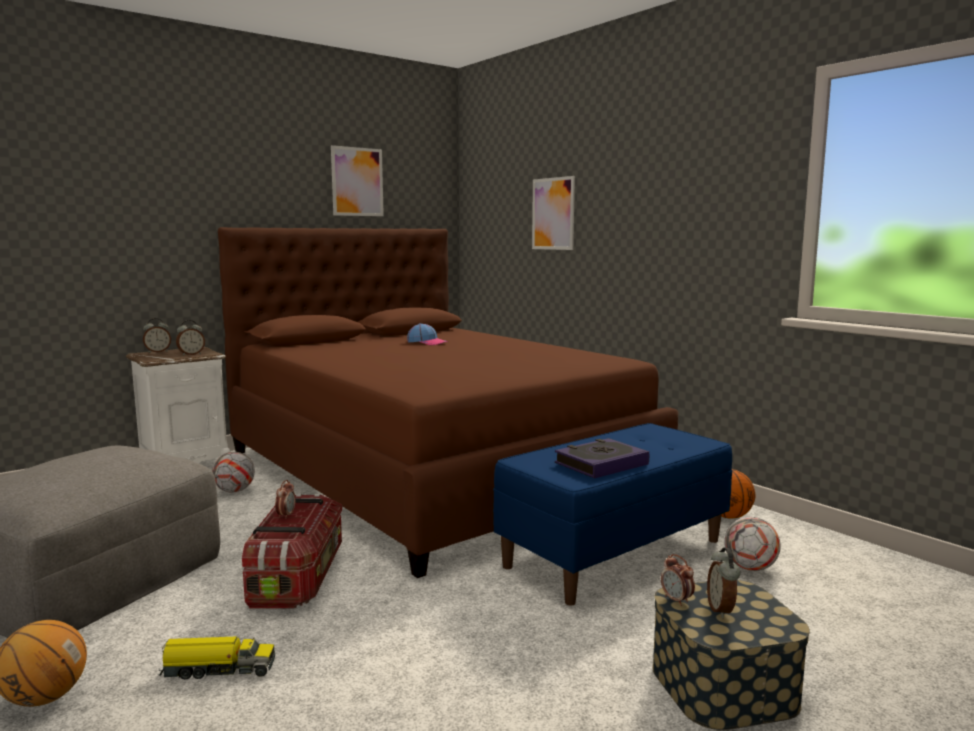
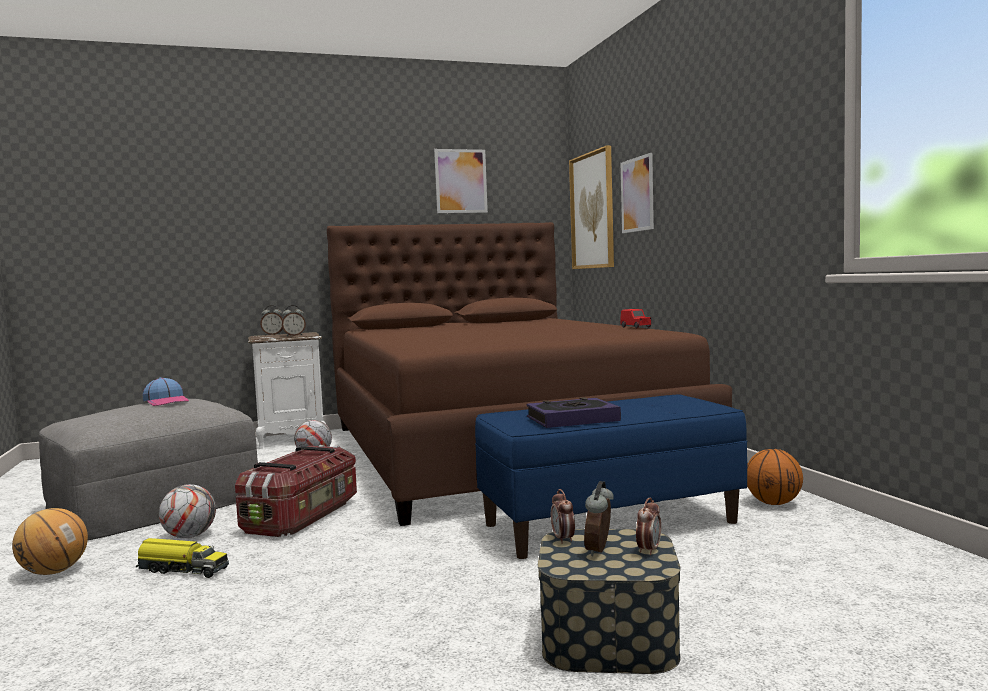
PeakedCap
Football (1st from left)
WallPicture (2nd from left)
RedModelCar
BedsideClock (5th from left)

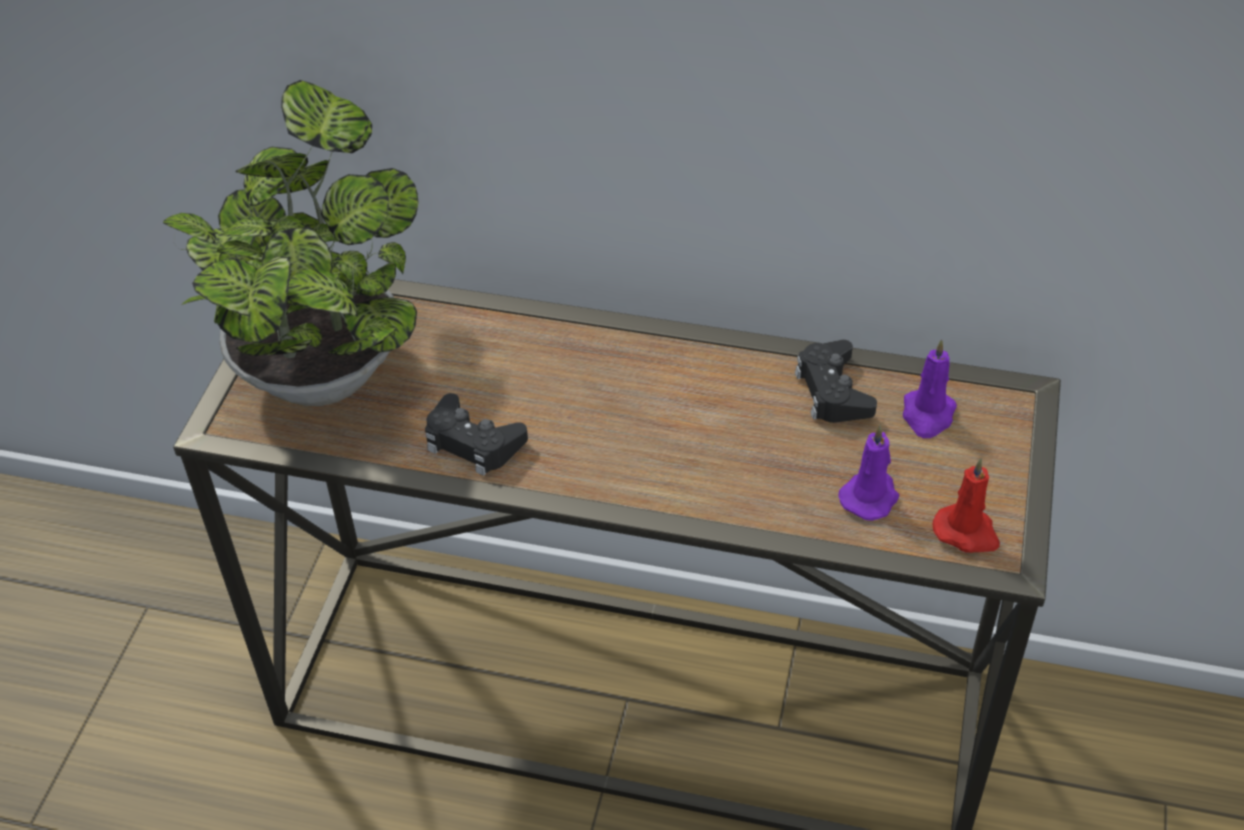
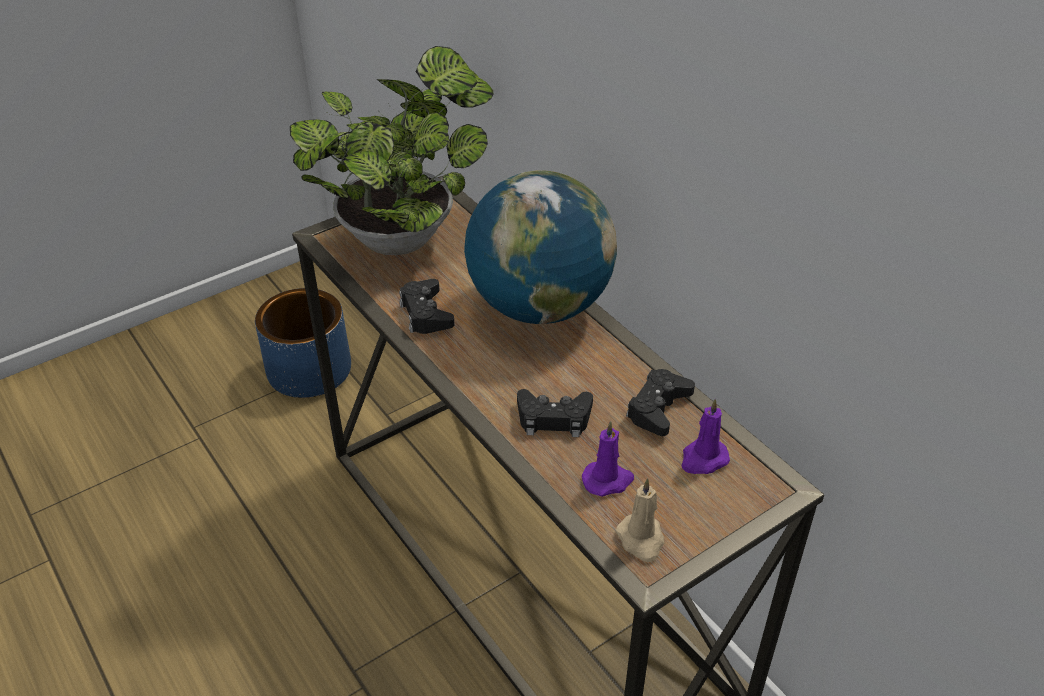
BluePlanter
WorldGlobe
BlackishGamepad (2nd from left)
BeigeColouredWaxCandle

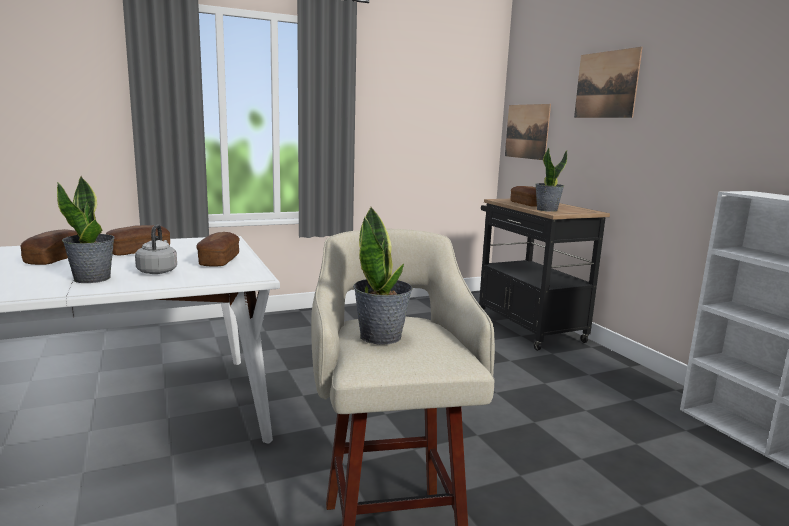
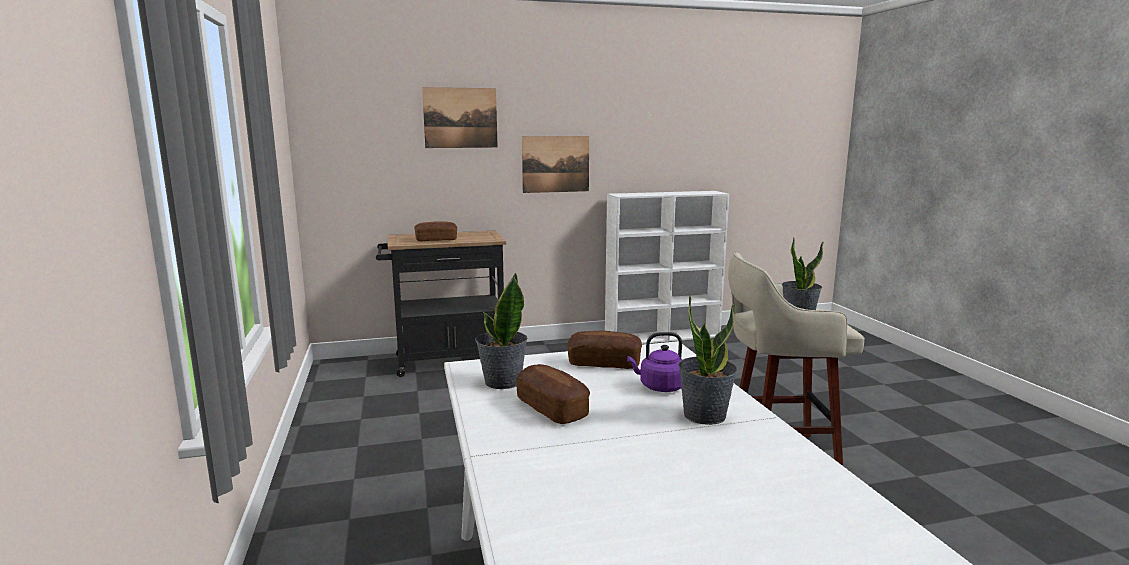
PottedPlant (1st from left)
WallPicture (2nd from left)
PurpleColouredKettle
BakedBread (1st from left in the first image)

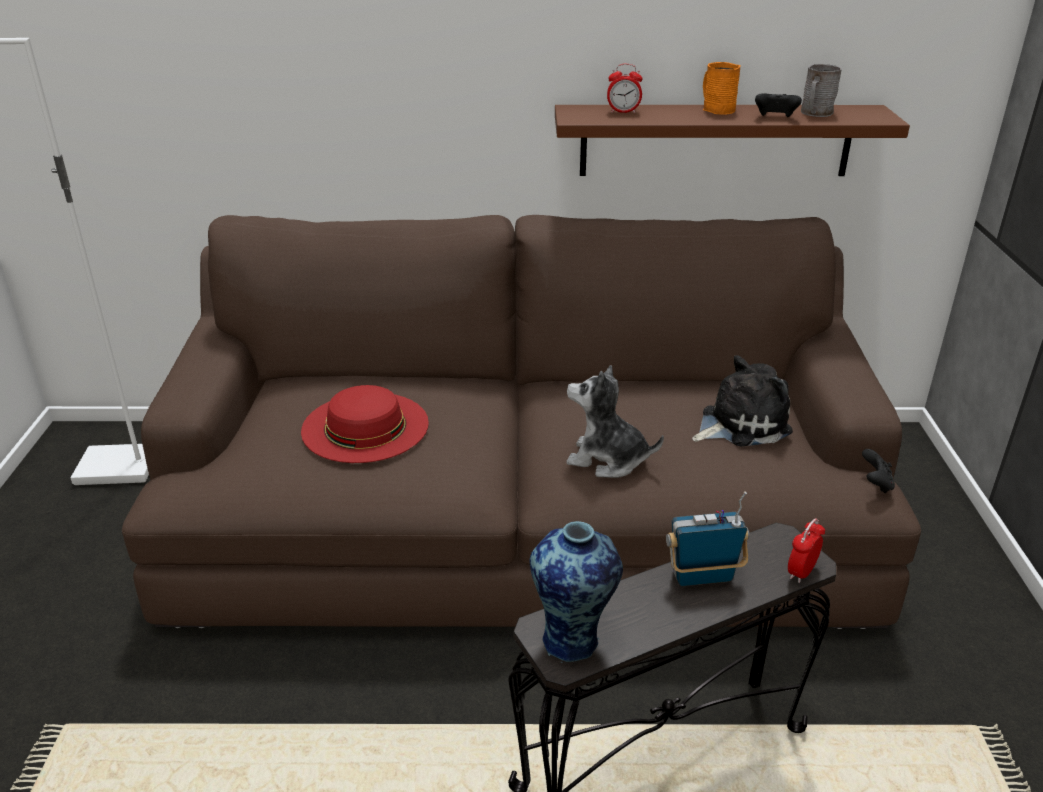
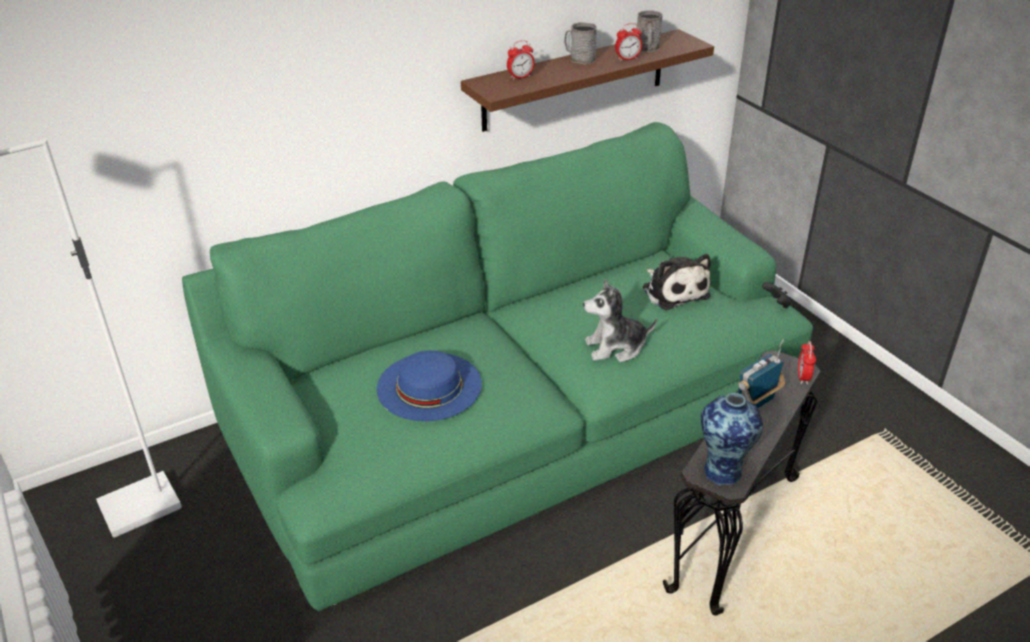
GreenishSettee
BlueWearableHat
GreyTeaMug (1st from left)
BedsideClock (2nd from left)
PlushToy (2nd from left)

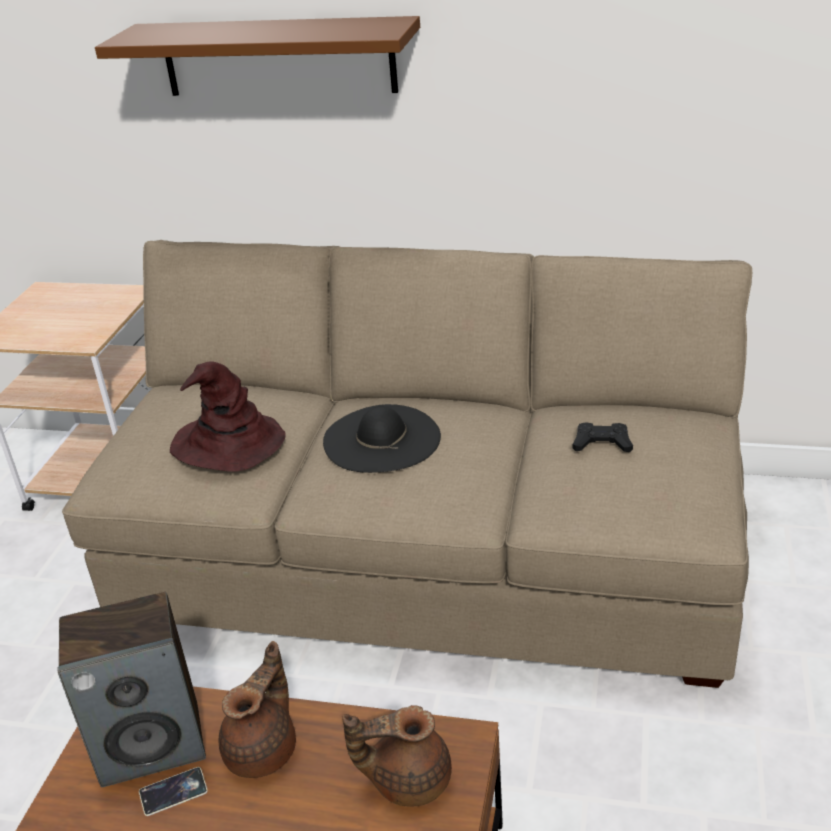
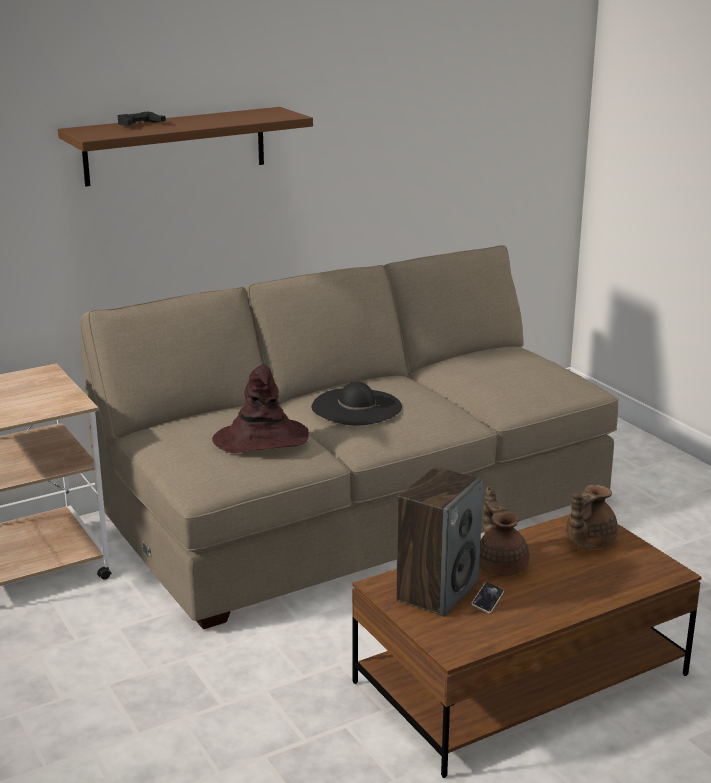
BlackishGamepad

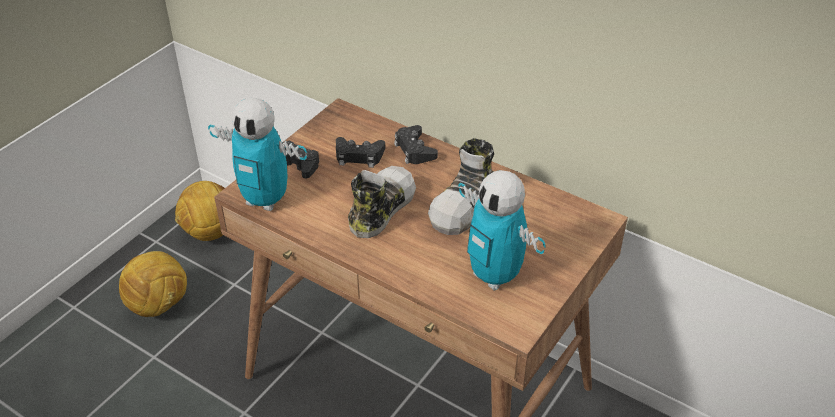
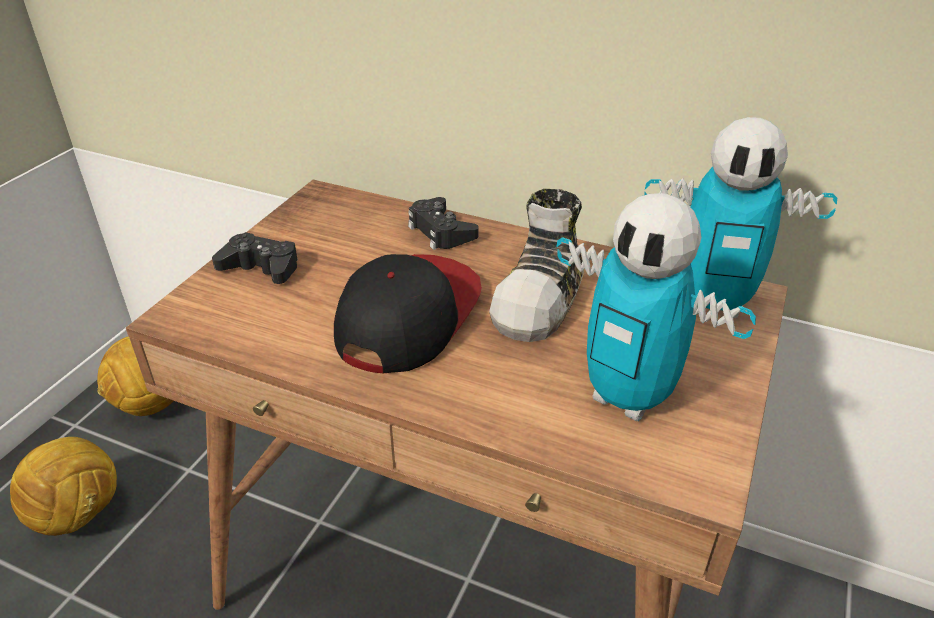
PeakedCap
RobotFigure (2nd from left)
BlackishGamepad (2nd from left in the first image)

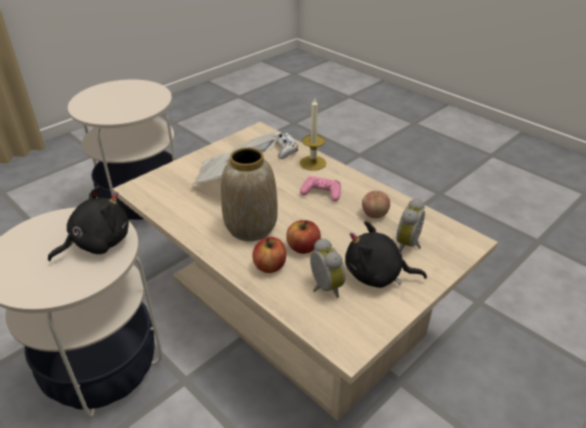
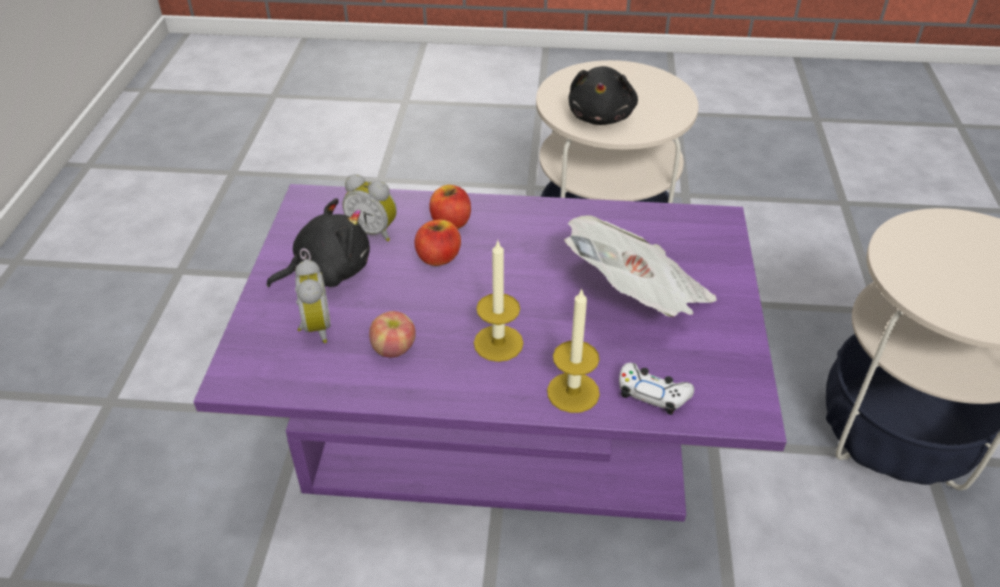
PurpleColouredCoffeeTable
WaxCandle (1st from left)
DecorativeVase

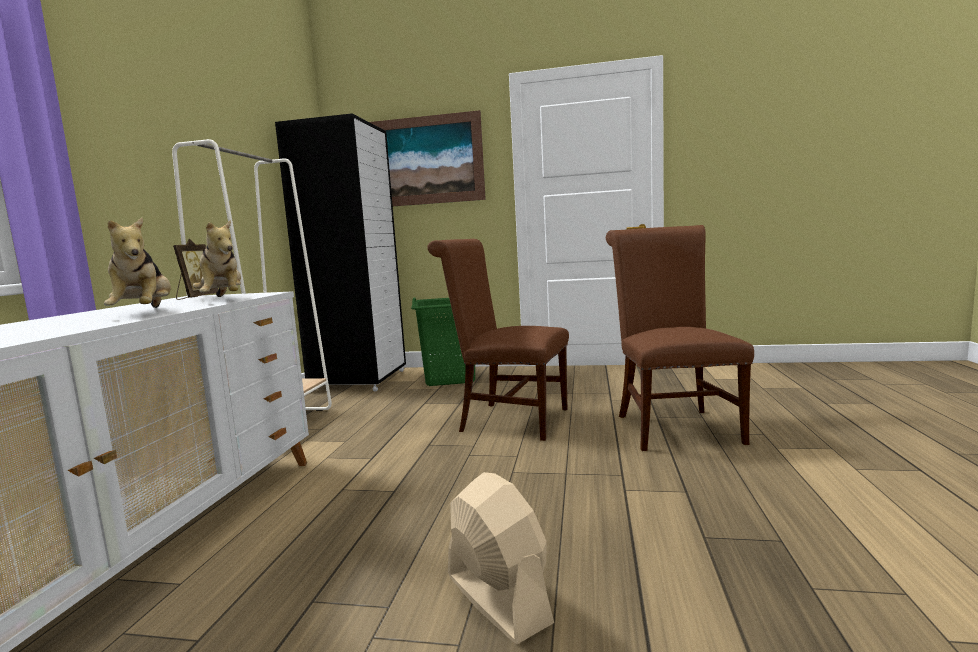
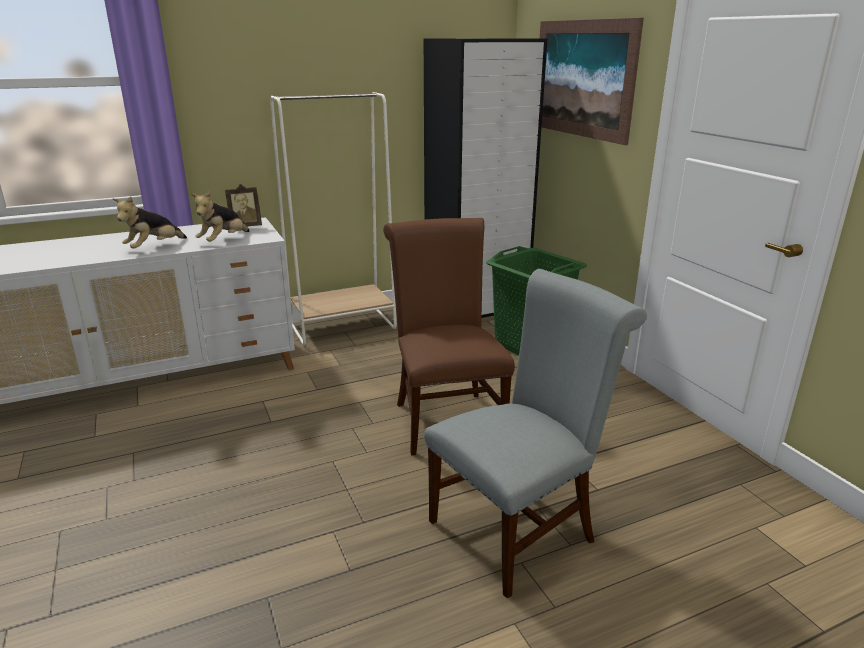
GreyPlainChair
BeigeColouredElectricFan

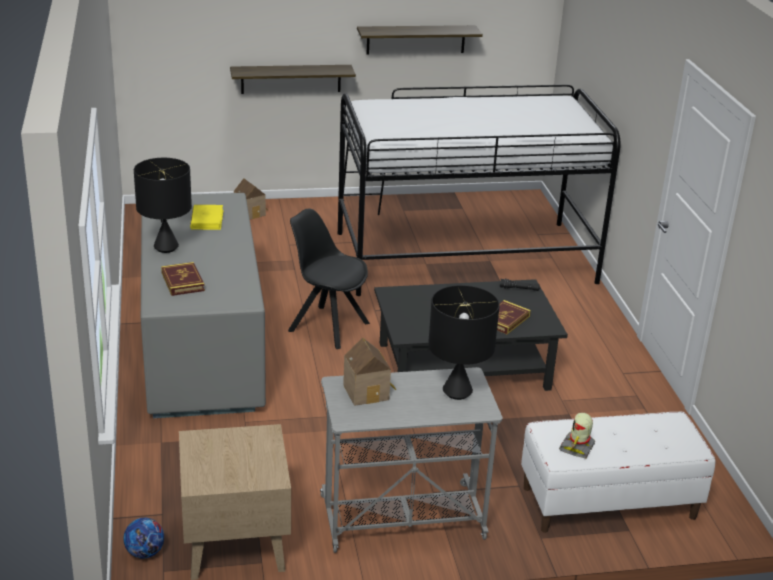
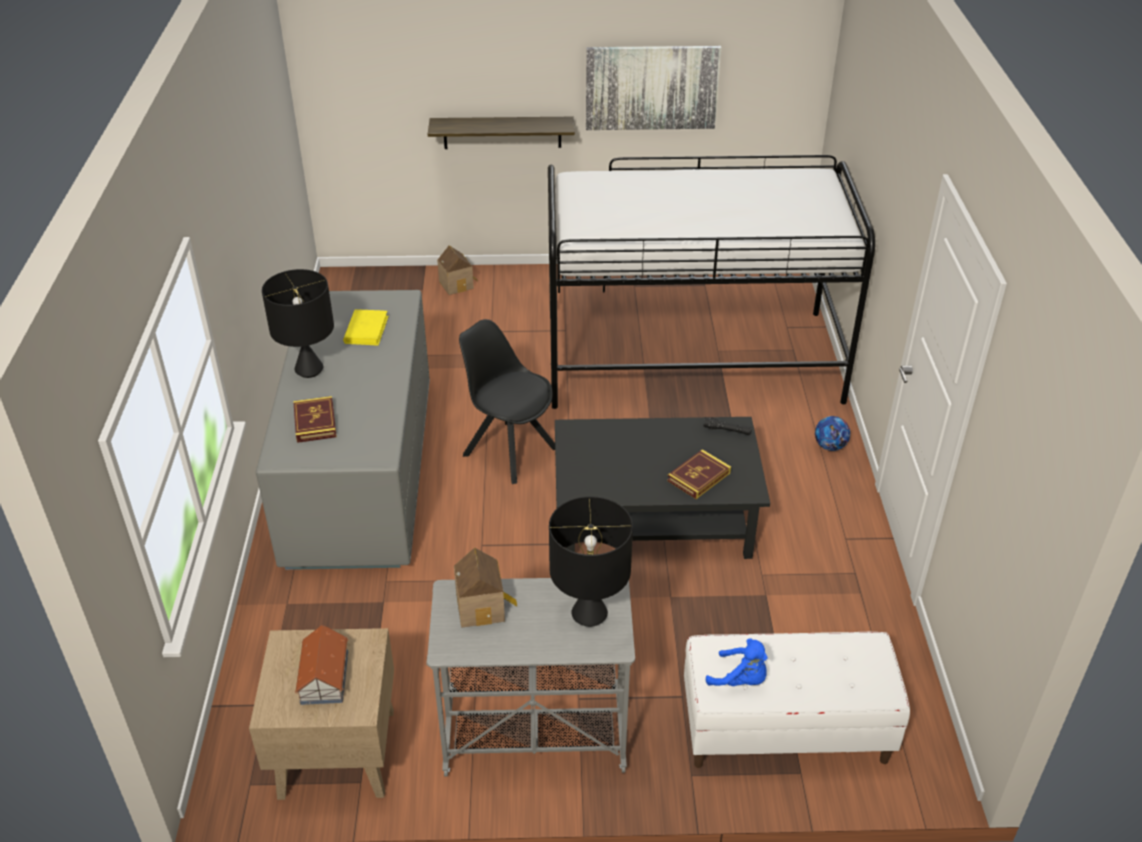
ToyHouse (1st from left)
WallPicture
BluePlushToy
Football

